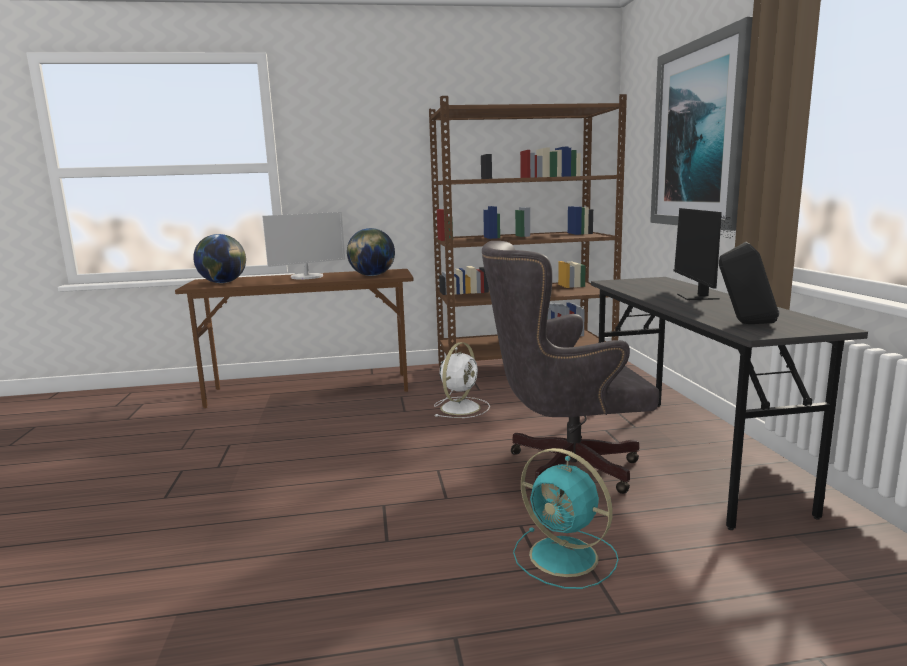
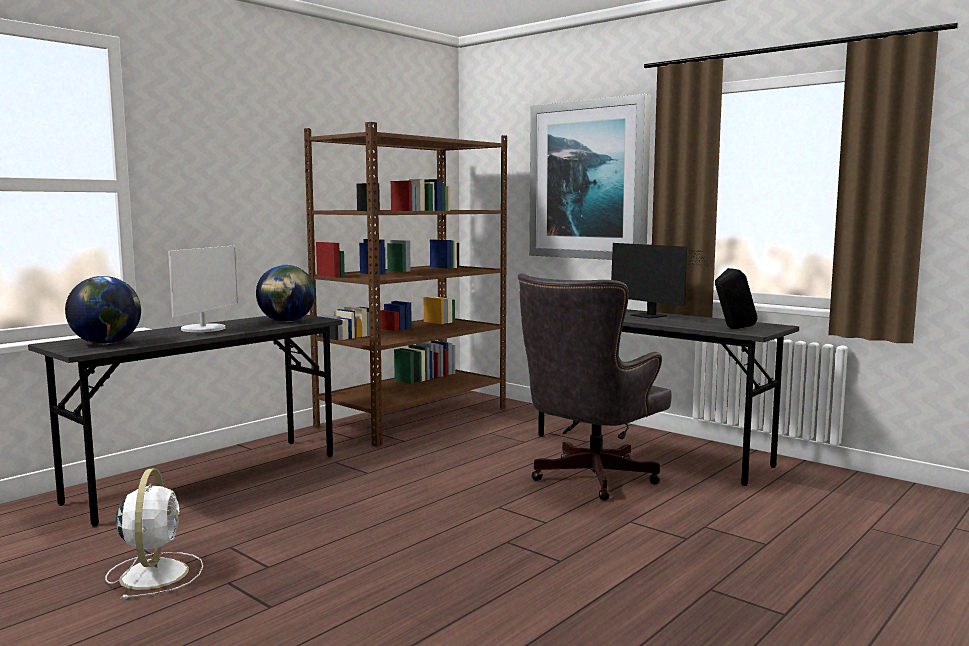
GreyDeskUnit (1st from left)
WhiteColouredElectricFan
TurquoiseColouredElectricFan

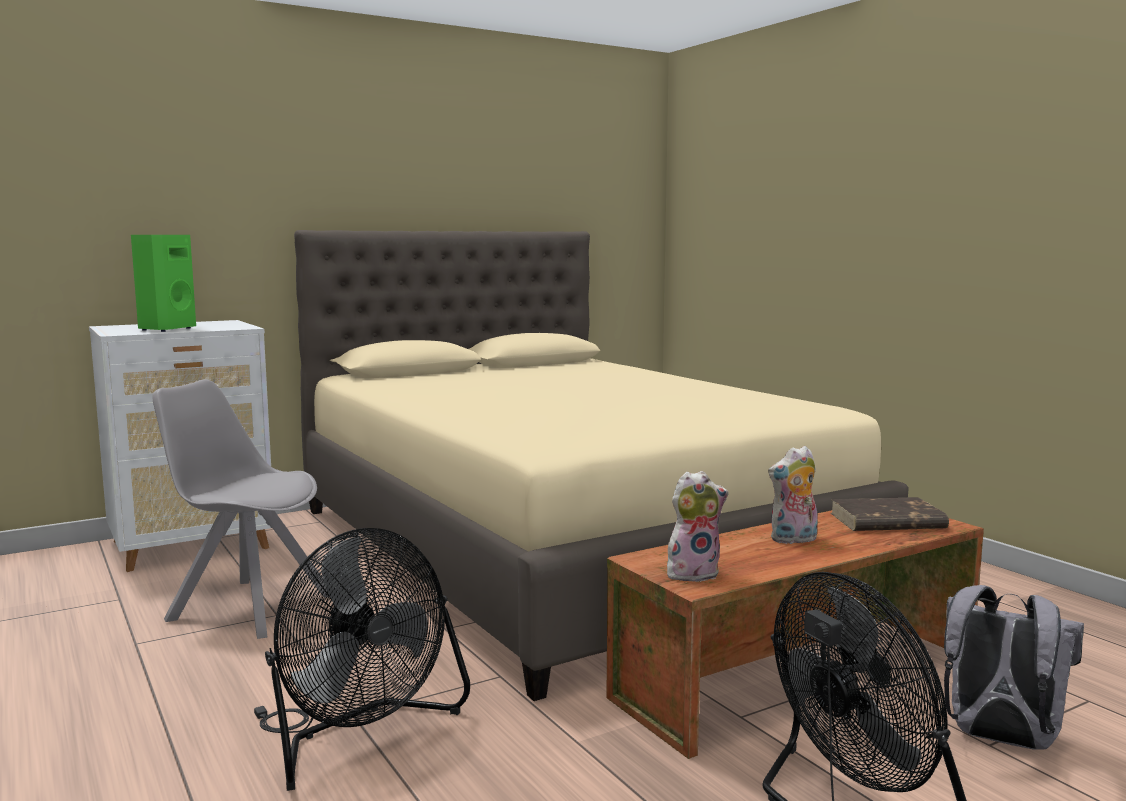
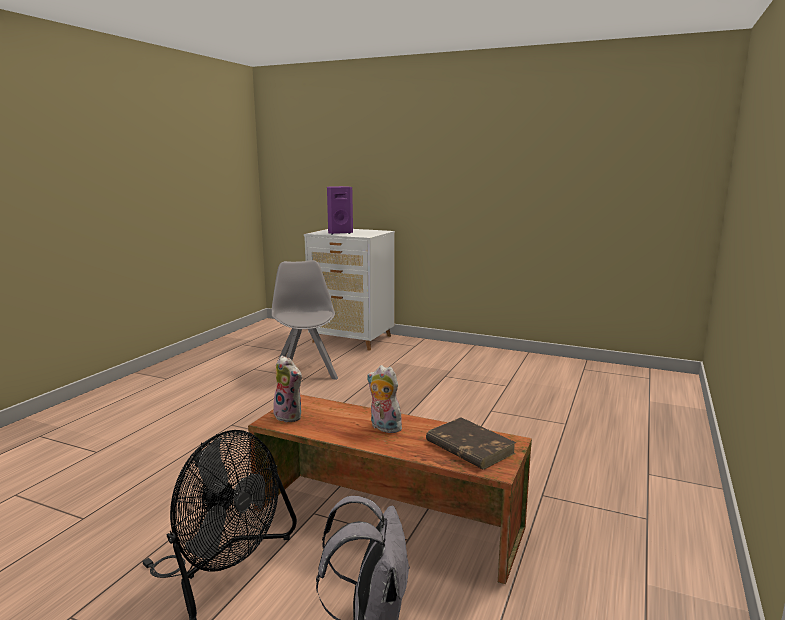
PurpleColouredSpeaker
BlackishElectricFan (1st from left in the first image)
BeigeColouredBedroomBed

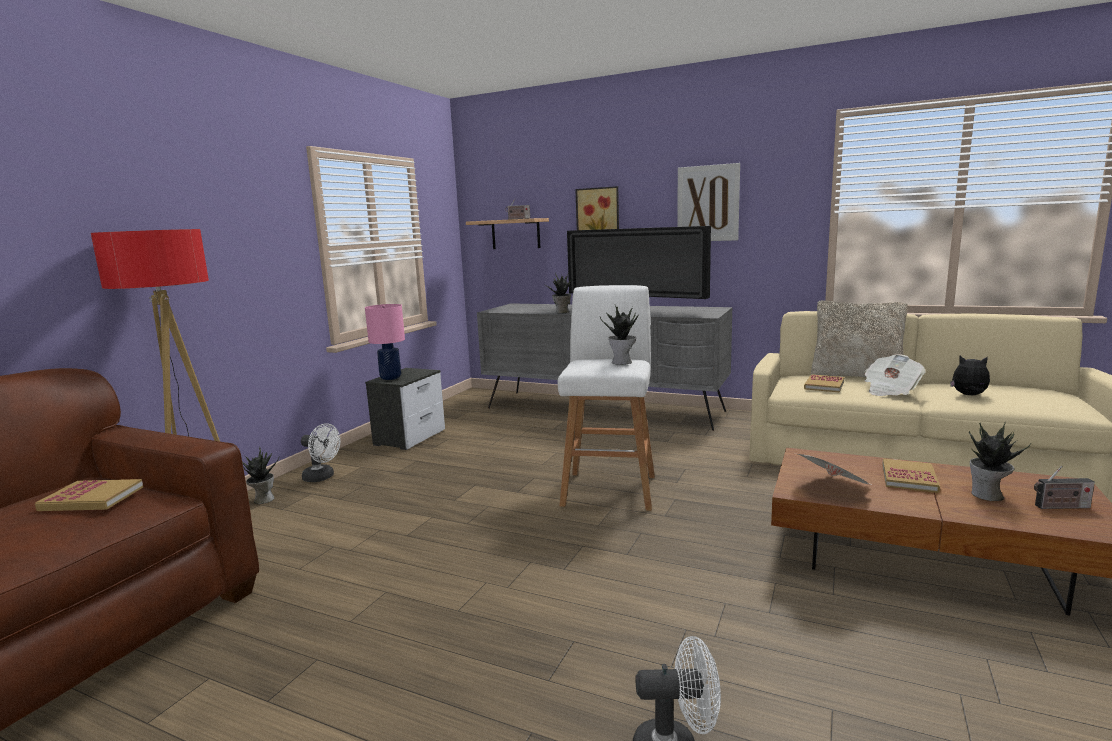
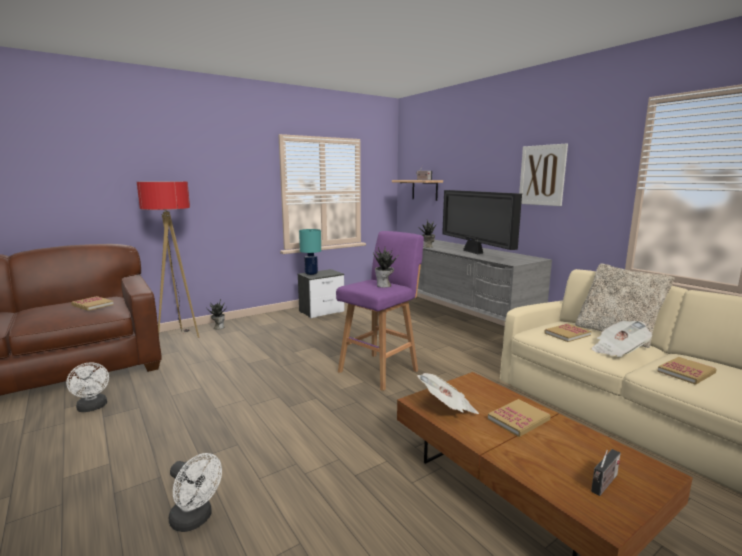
WhiteColouredElectricFan (1st from left)
TurquoiseColouredTabletopLamp
PurpleColouredStoolSeat
Radio (2nd from left)
BoundBook (4th from left)
WallPicture (1st from left in the first image)
PottedPlant (4th from left in the first image)

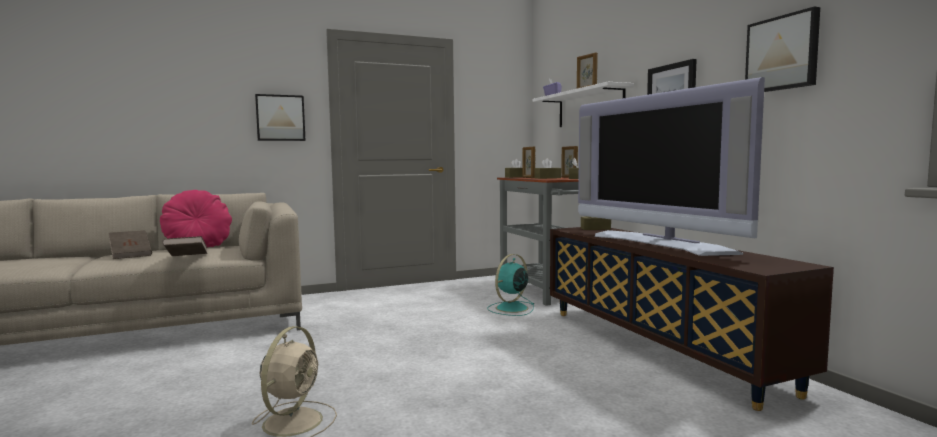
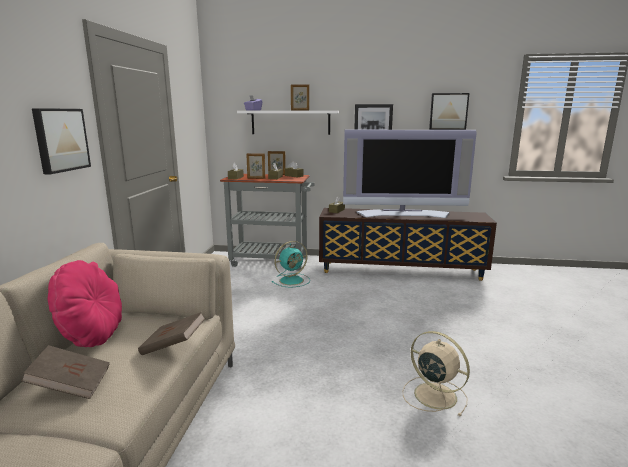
TurquoiseColouredElectricFan

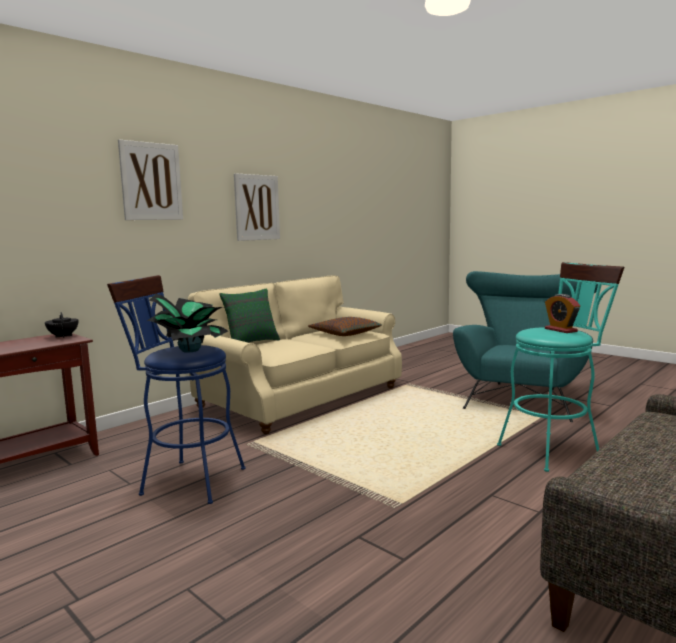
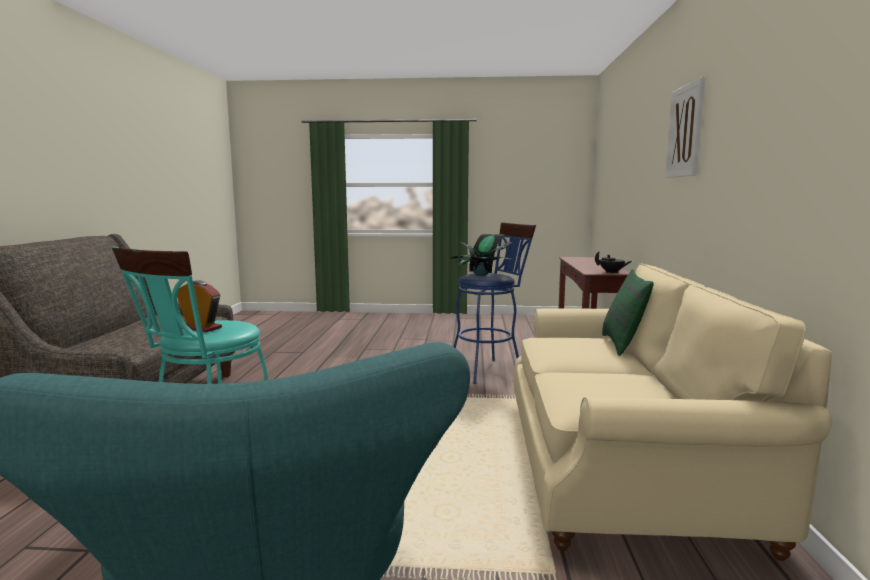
WallPicture (2nd from left in the first image)
BrownThrowPillow

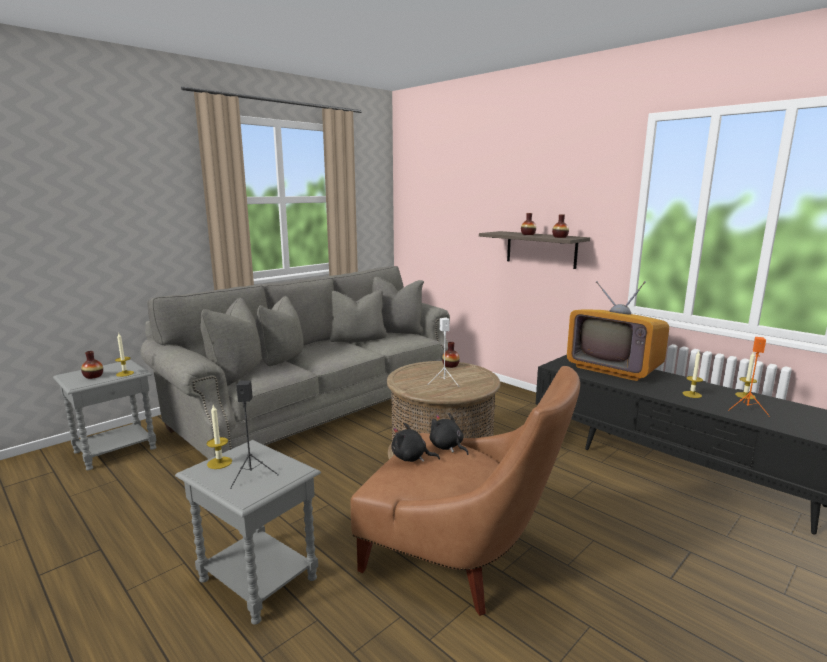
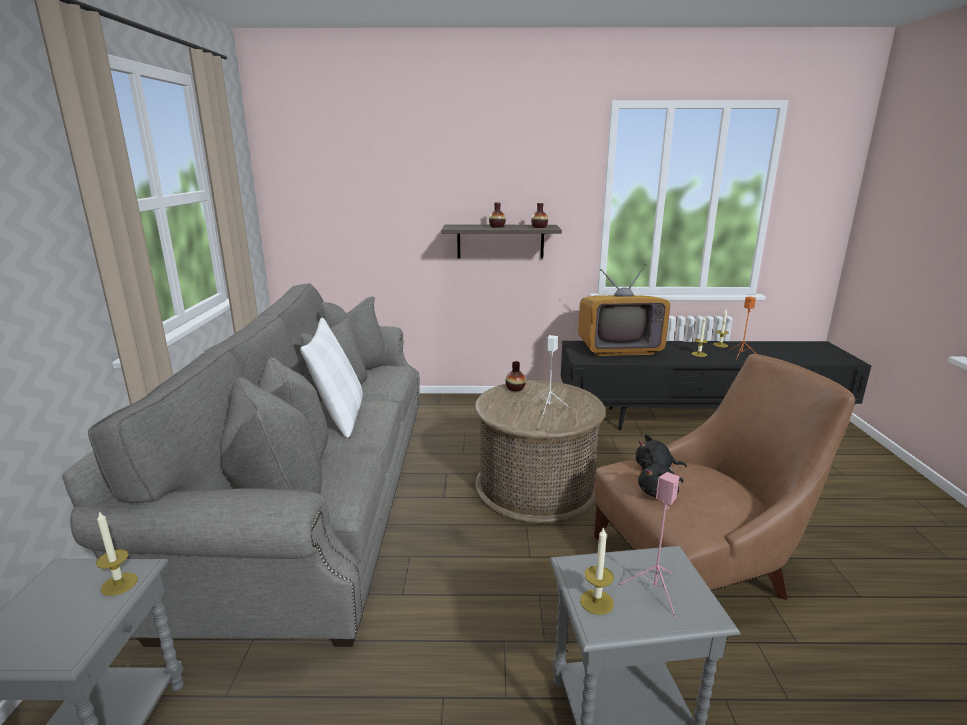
WhiteColouredThrowPillow
PinkishSpeaker
DecorativeVase (1st from left in the first image)

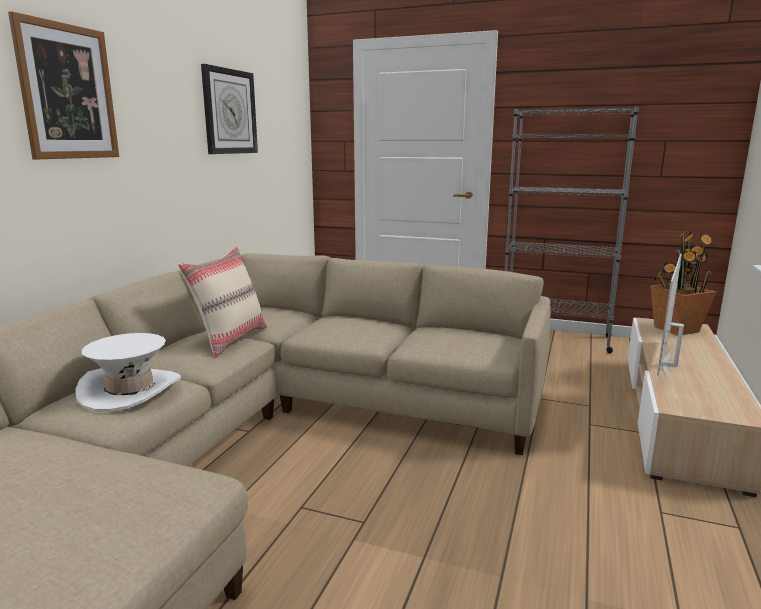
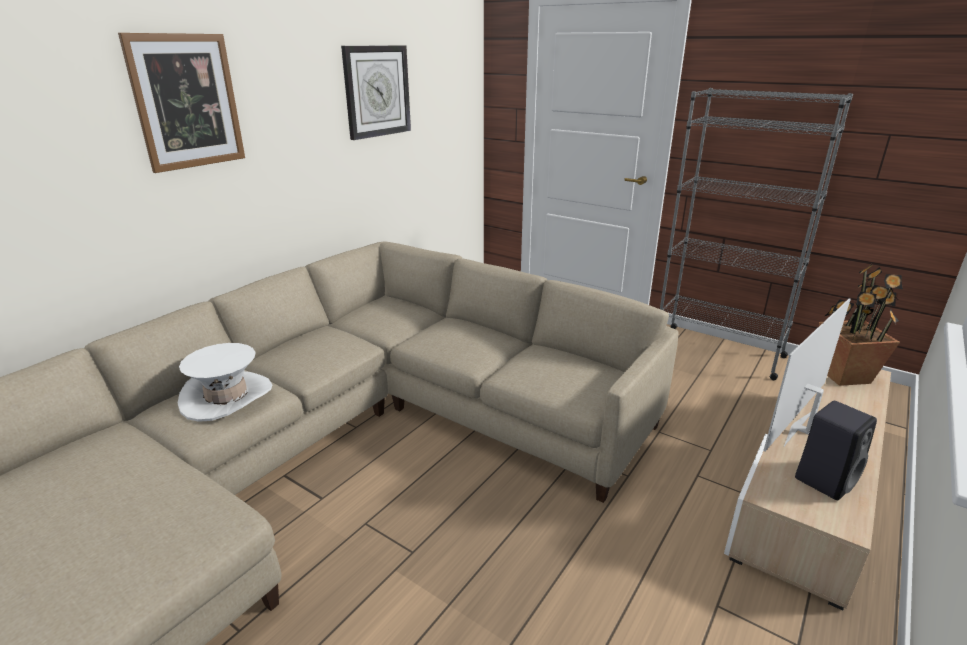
BlackishSpeaker
BeigeColouredThrowPillow

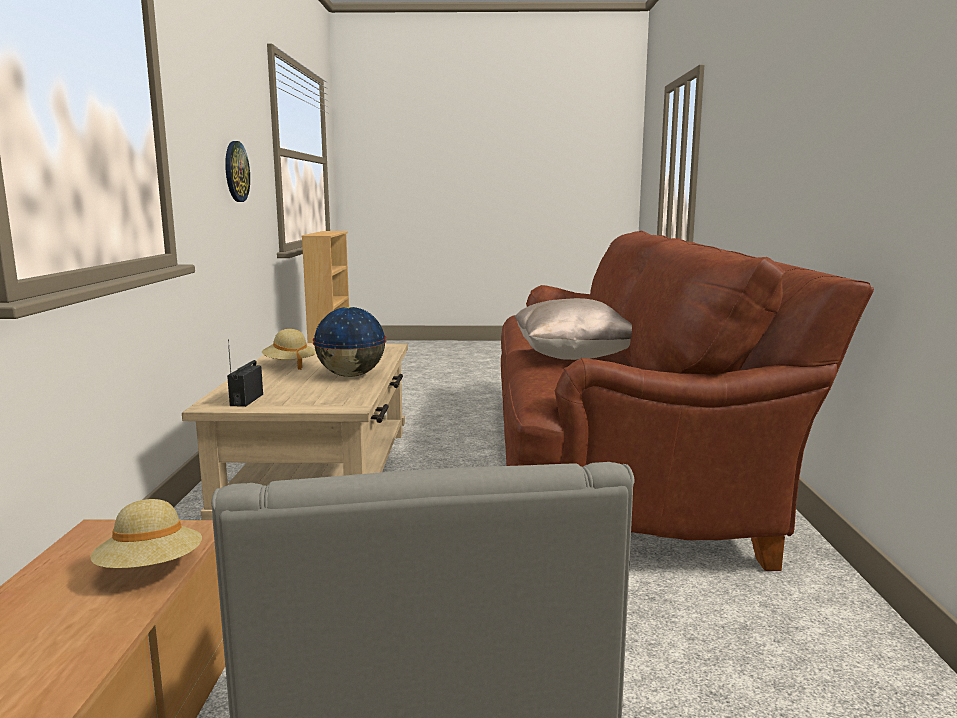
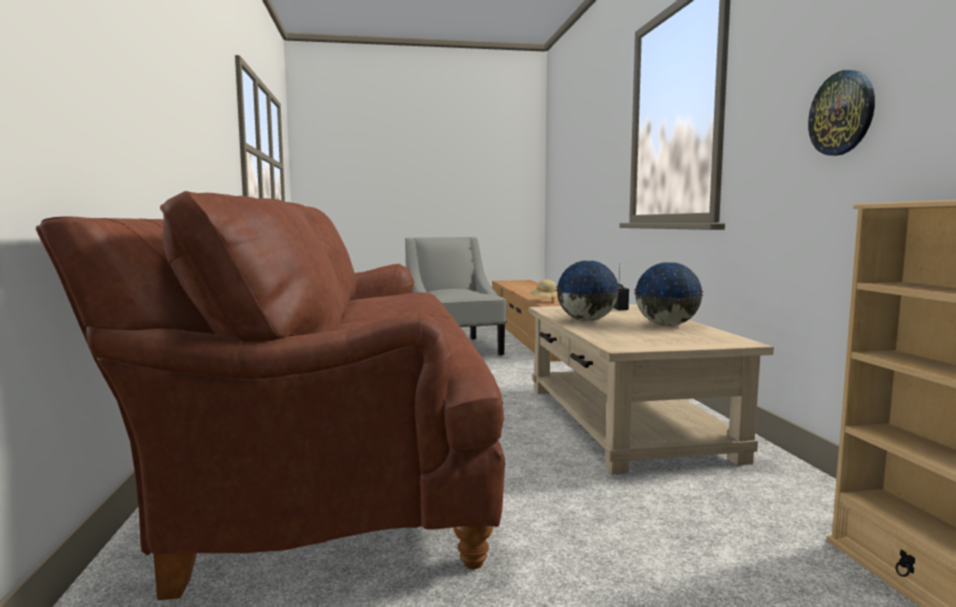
WorldGlobe (2nd from left)
BeigeColouredThrowPillow

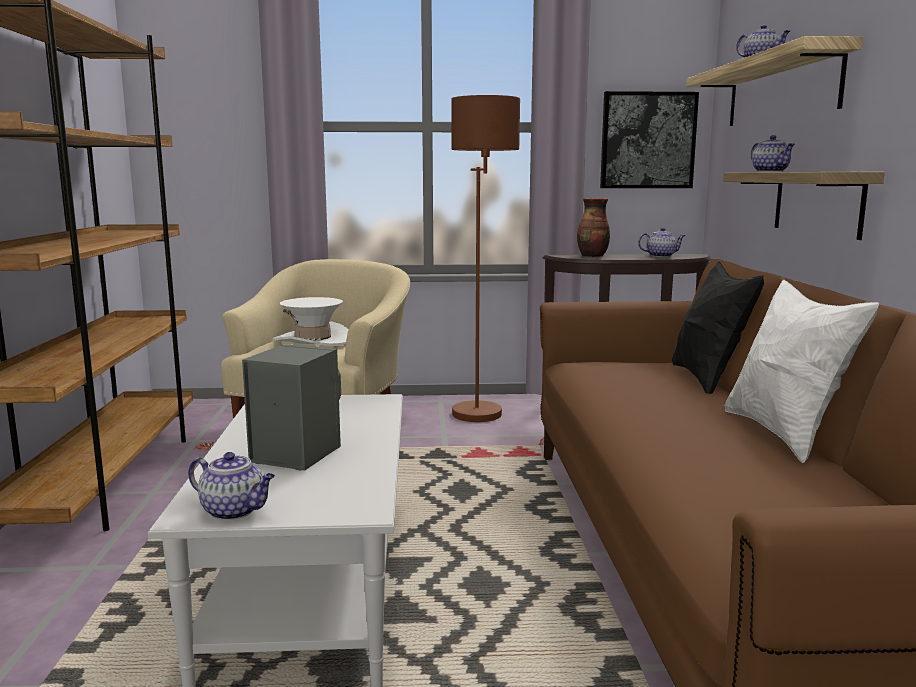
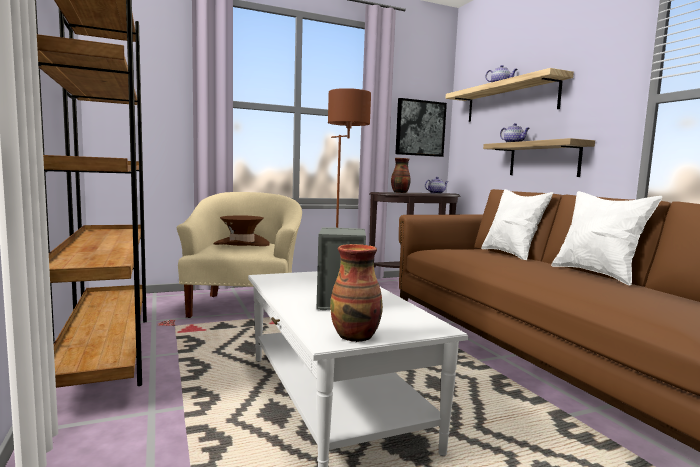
BrownWearableHat
DecorativeVase (1st from left)
WhiteColouredThrowPillow (1st from left)

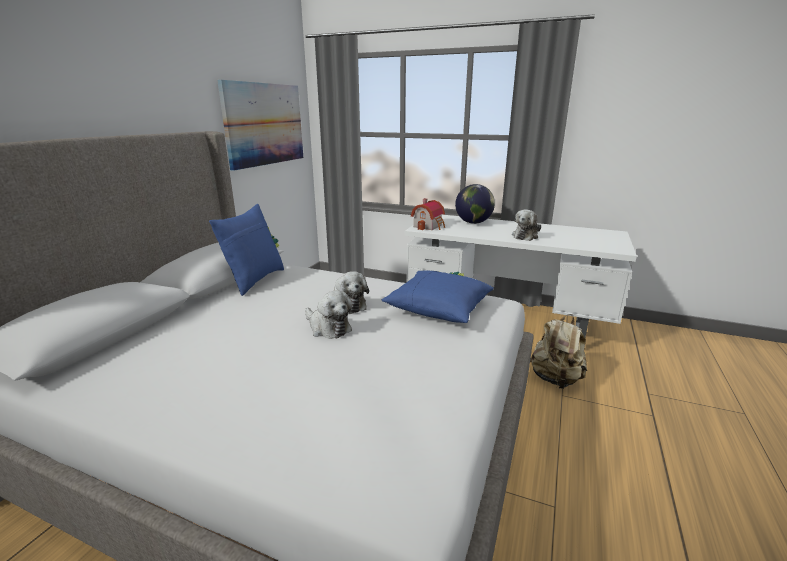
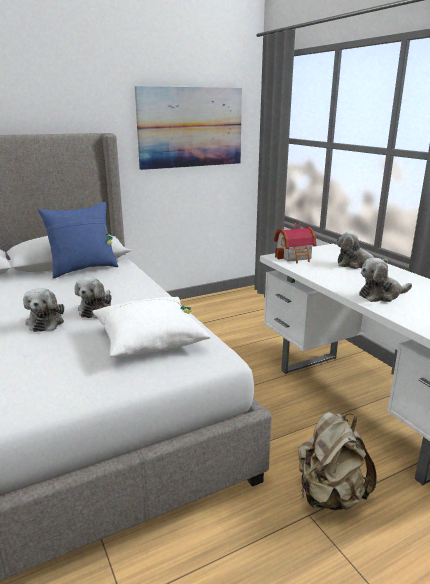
WhiteColouredThrowPillow
PlushToy (3rd from left)

